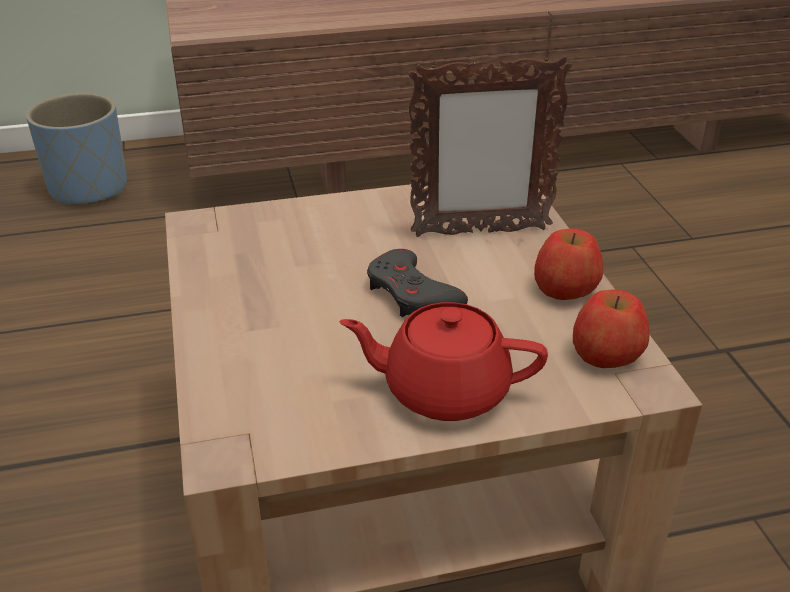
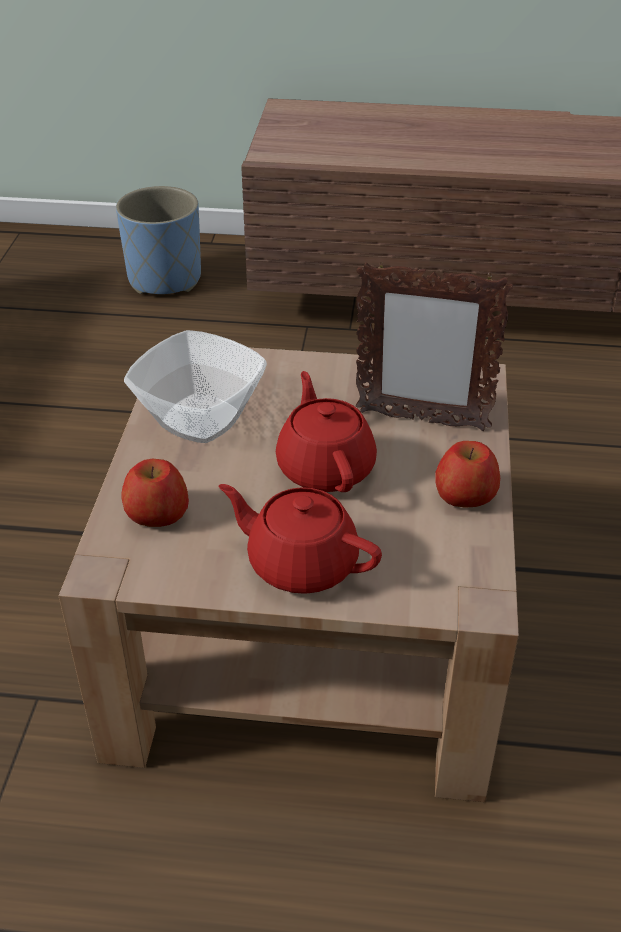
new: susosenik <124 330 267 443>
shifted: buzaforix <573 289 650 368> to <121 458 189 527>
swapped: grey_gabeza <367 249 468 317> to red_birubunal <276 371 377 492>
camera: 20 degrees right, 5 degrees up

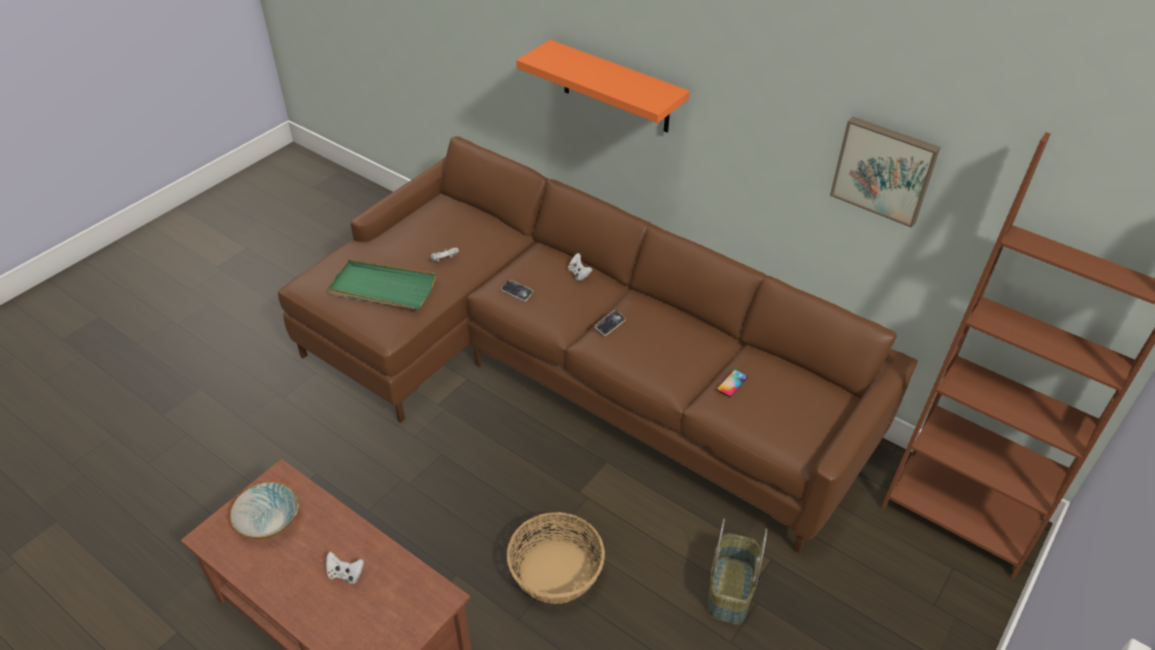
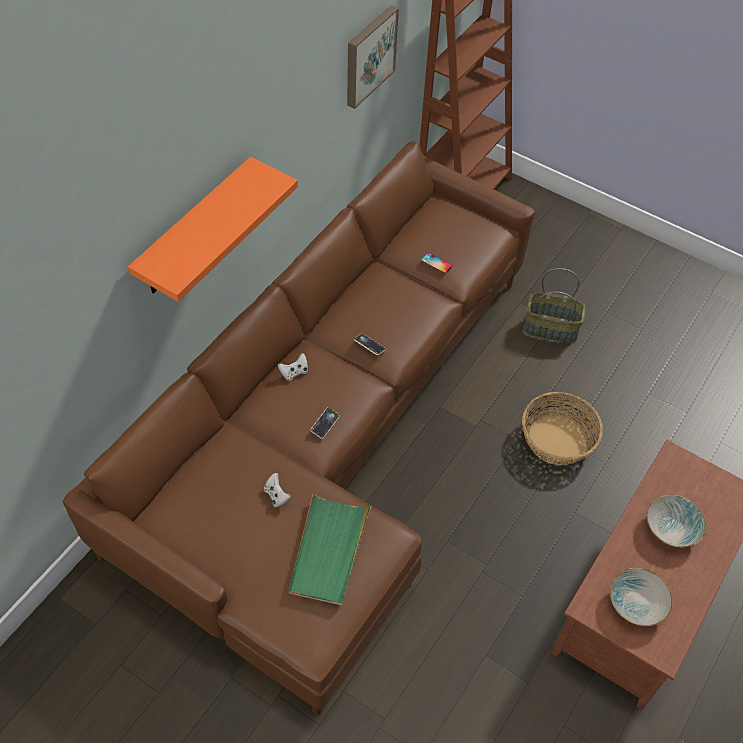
swapped: white_gabeza <326 552 364 584> to susosenik <647 494 706 548>
camera: 95 degrees left, 10 degrees up

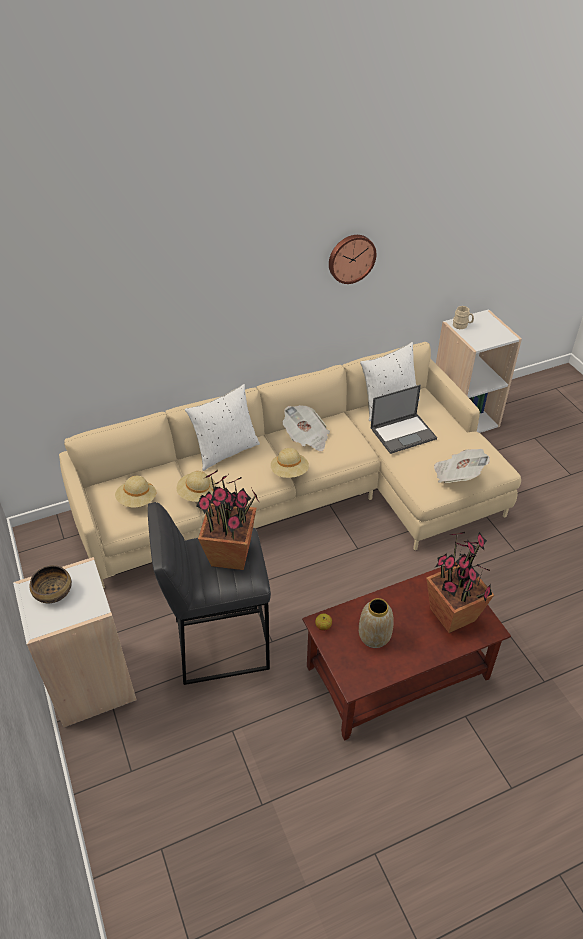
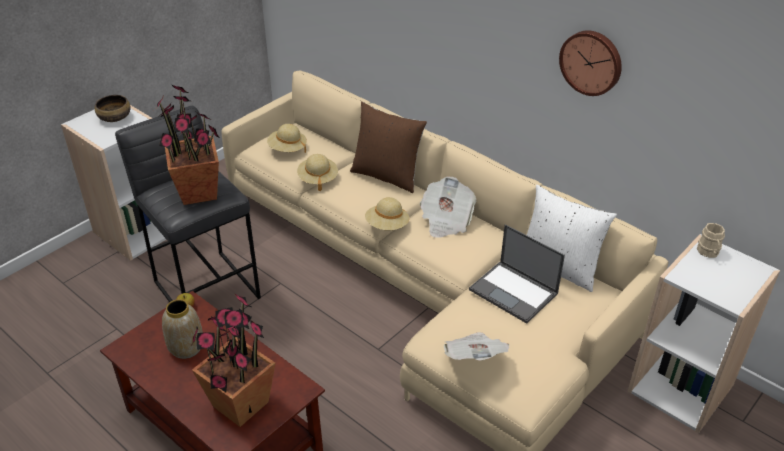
repainted: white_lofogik <185 384 260 471> to brown_lofogik <350 102 427 193>
camera: 65 degrees right, 5 degrees down

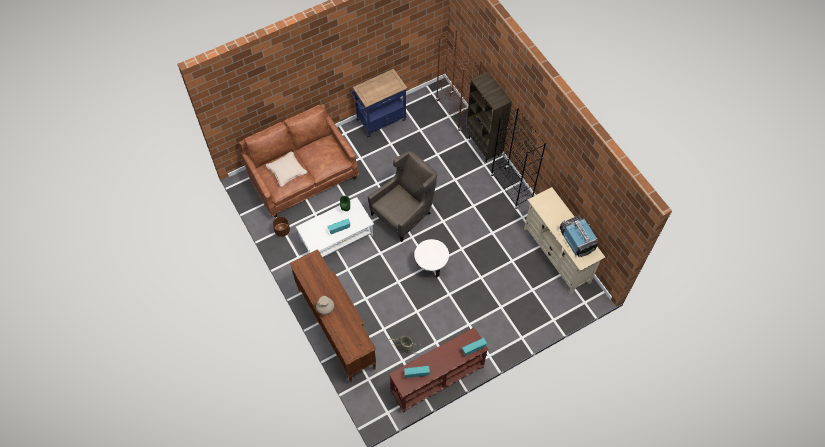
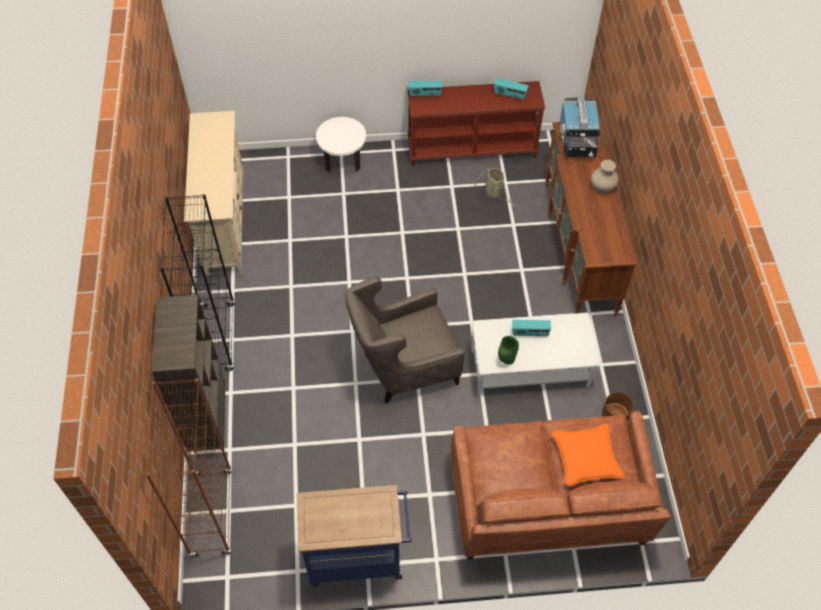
shifted: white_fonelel <414 239 449 278> to <316 117 366 173>; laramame <560 216 598 257> to <560 98 601 158>
repainted: beige_lofogik <266 152 307 187> to orange_lofogik <552 424 624 486>
camera: 155 degrees left, 5 degrees down

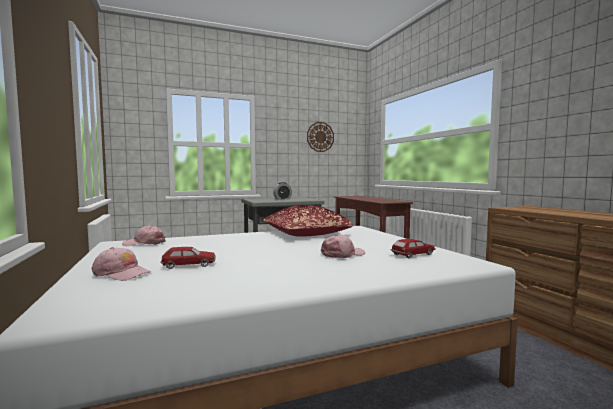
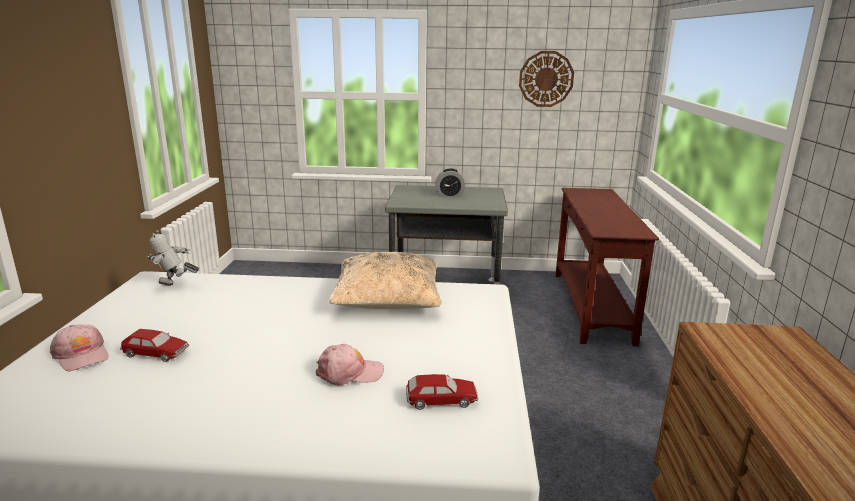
swapped: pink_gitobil <122 225 166 246> to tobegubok <147 230 199 286>
repainted: red_lofogik <263 205 353 237> to beige_lofogik <328 251 442 309>
camera: 25 degrees right, 15 degrees up

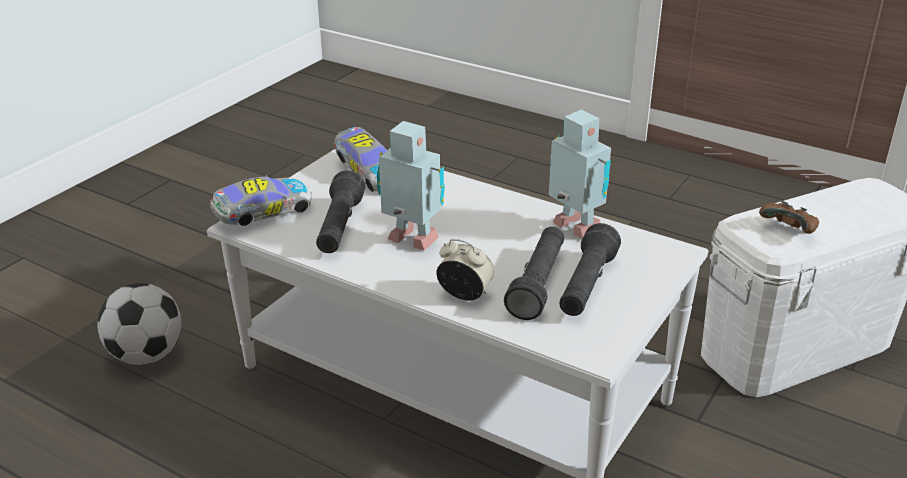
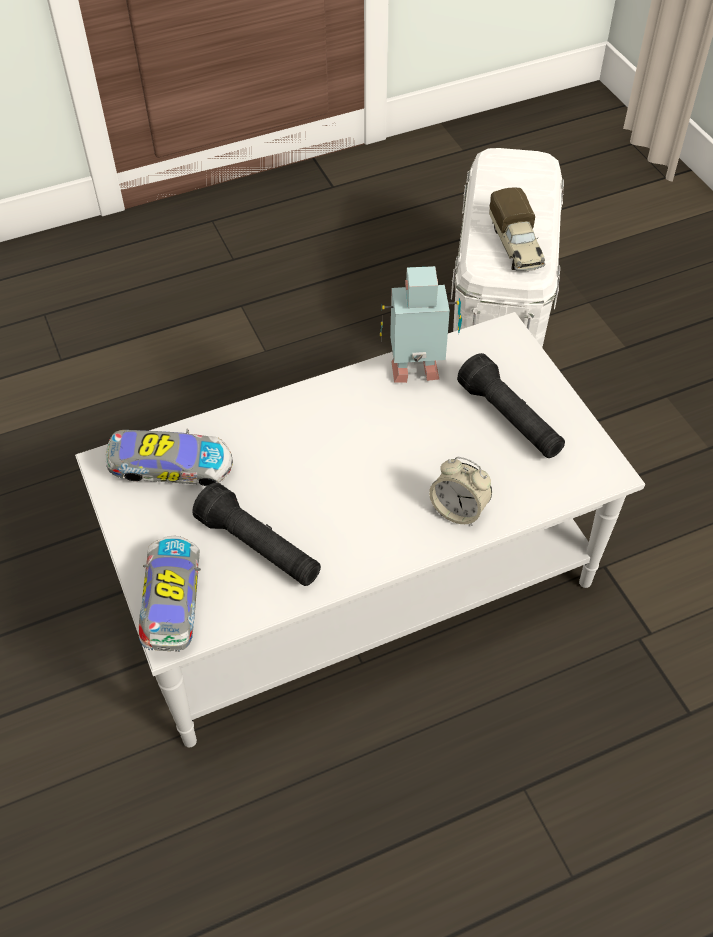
gone: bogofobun <97 283 182 365>; tobegubok <377 121 445 250>; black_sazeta <504 227 564 320>
swapped: brown_gabeza <759 201 819 234> to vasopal <489 188 545 271>
rotated: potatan <437 239 494 300> = <429 457 492 526> 120 degrees counterclockwise
camera: 55 degrees left, 20 degrees up

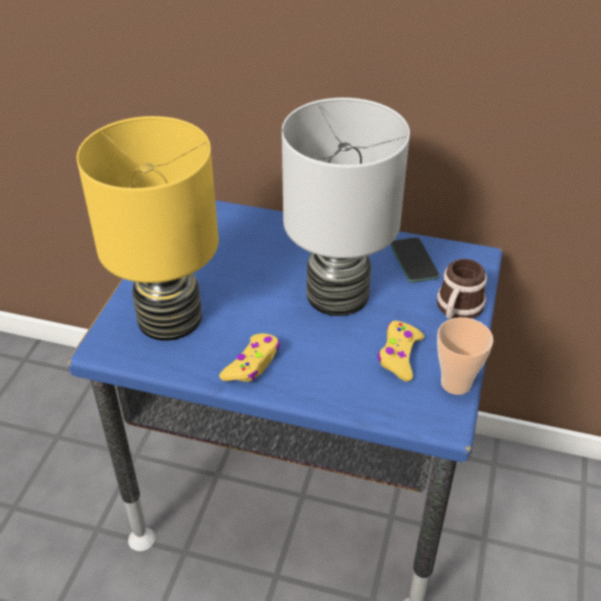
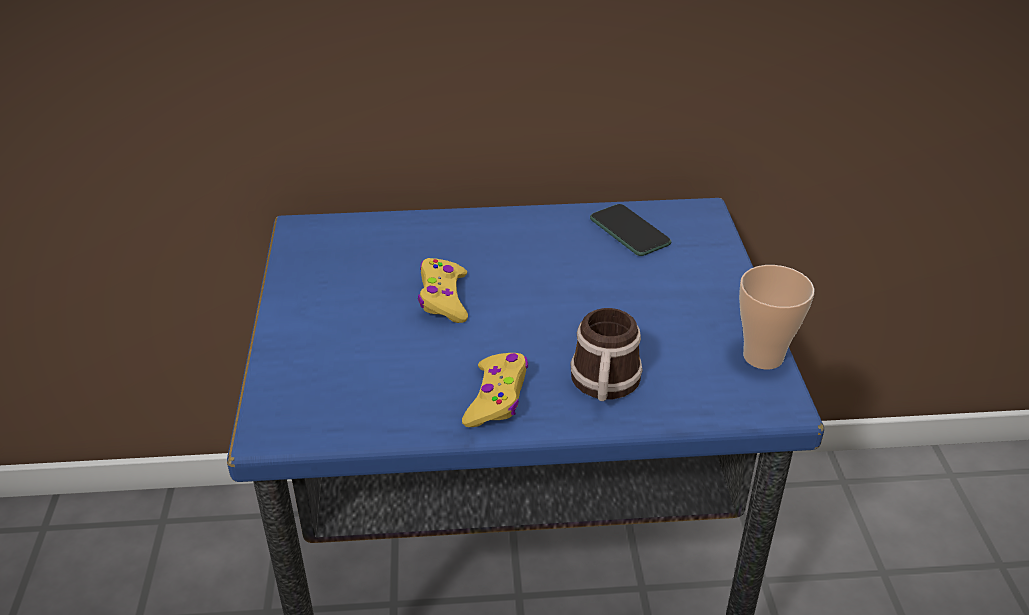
gone: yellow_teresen <77 116 219 341>; grey_teresen <282 97 410 316>
shifted: yellow_gabeza <378 321 424 382> to <418 258 468 323>; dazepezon <437 259 487 319> to <570 308 643 401>
camera: 20 degrees left, 5 degrees down

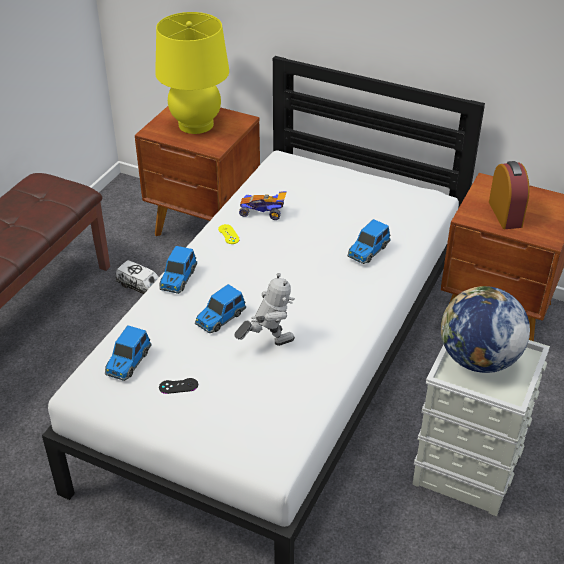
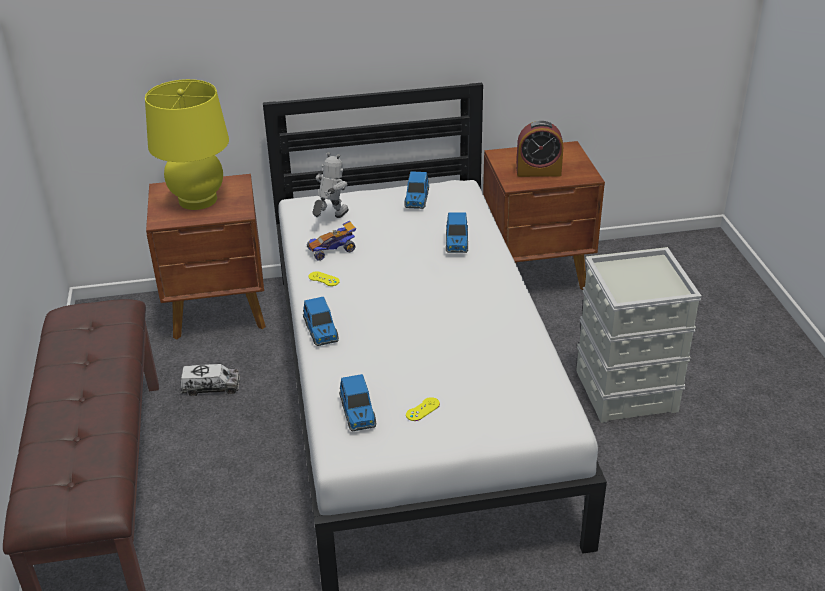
gone: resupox <441 286 530 373>
shifted: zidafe <195 284 246 333> to <404 171 429 209>; tobegubok <235 273 295 346> to <313 152 349 218>
repainted: black_gabeza <159 378 198 394> to yellow_gabeza <406 397 440 421>
rotated: potatan <489 161 530 229> = <516 121 563 177> 135 degrees clockwise
camera: 35 degrees left, 5 degrees down

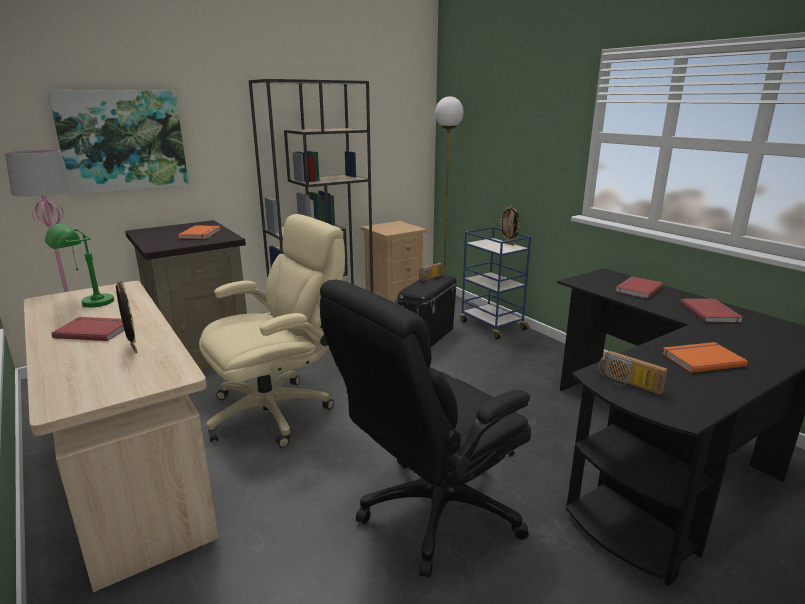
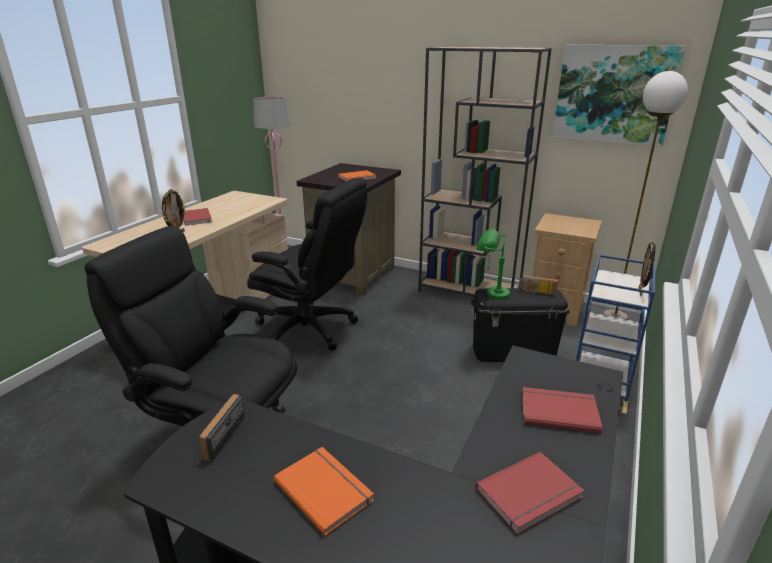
shifted: green_teresen <45 224 114 307> to <476 229 510 299>; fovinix <47 90 189 195> to <552 45 685 147>
repainted: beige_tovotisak <199 214 345 448> to black_tovotisak <247 178 367 351>
camera: 60 degrees right, 5 degrees up

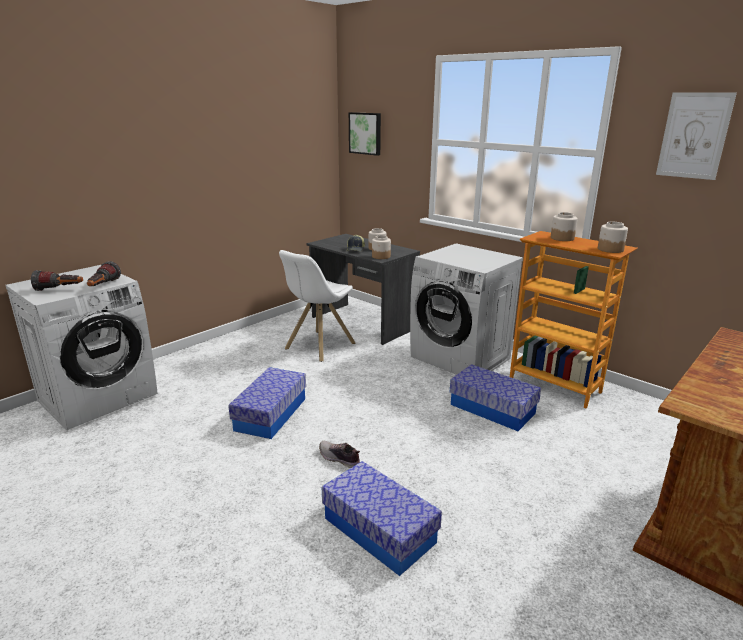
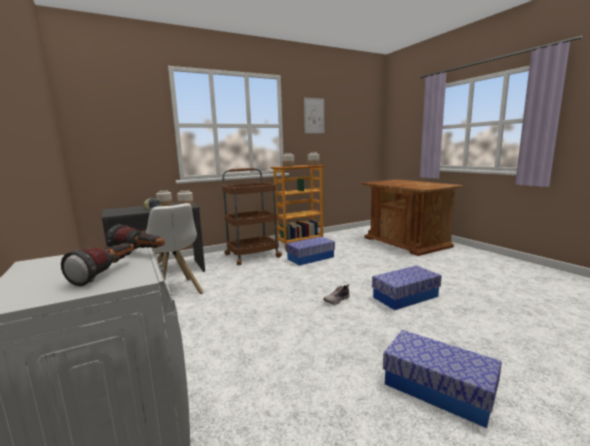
gone: fovinix <349 112 381 156>
shifted: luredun <228 367 306 439> to <383 330 502 428>
swapped: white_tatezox <410 243 523 375> to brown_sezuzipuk <222 168 282 265>
camera: 70 degrees left, 10 degrees down

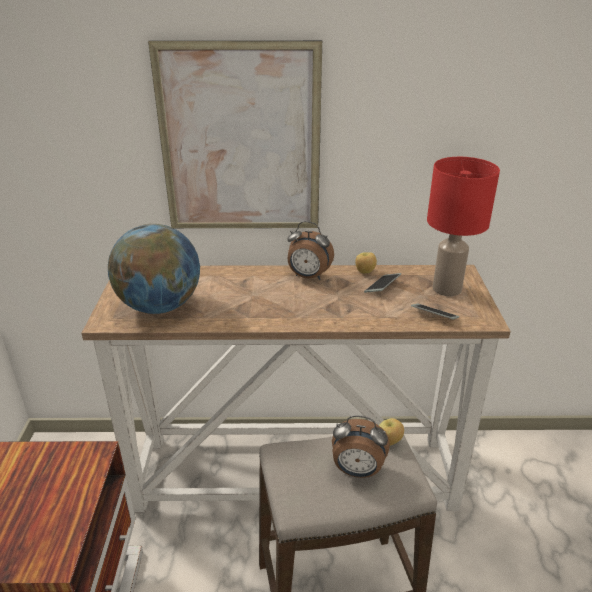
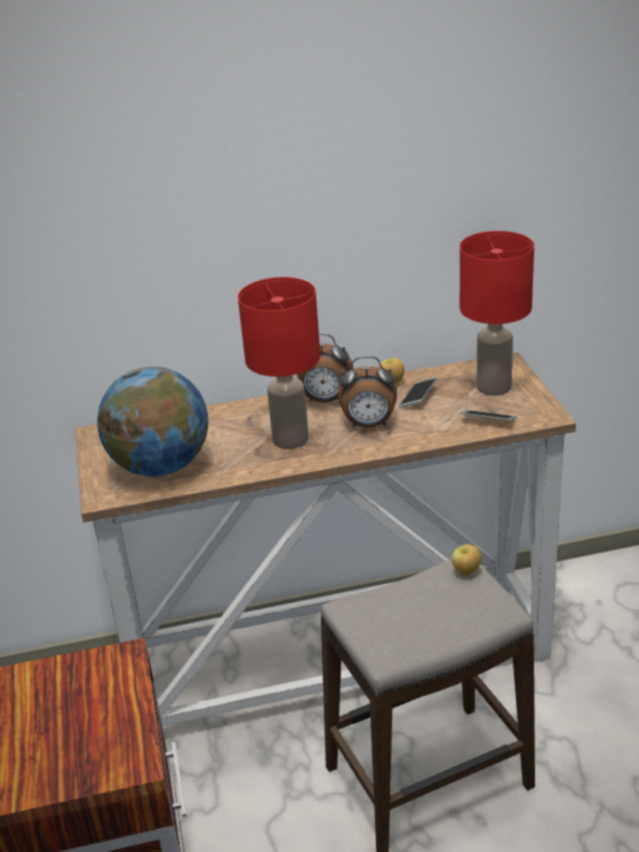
gone: fovinix <148 40 322 228>
new: red_teresen <238 277 320 449>
shifted: potatan <332 415 390 478> to <338 356 397 428>
camera: 10 degrees left, 0 degrees up

